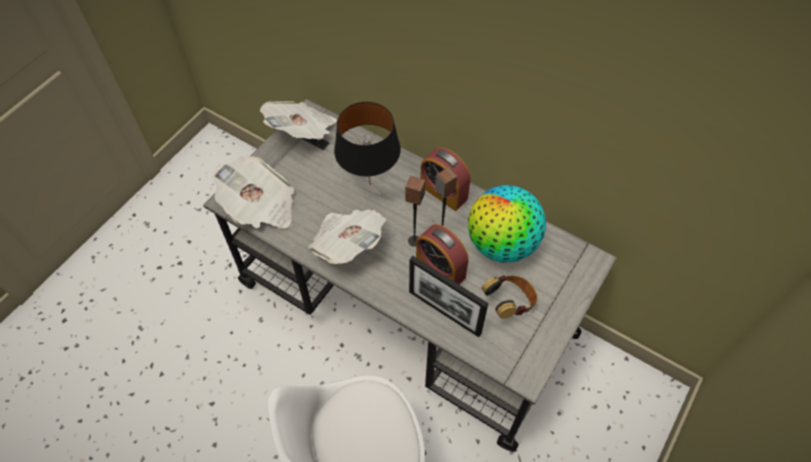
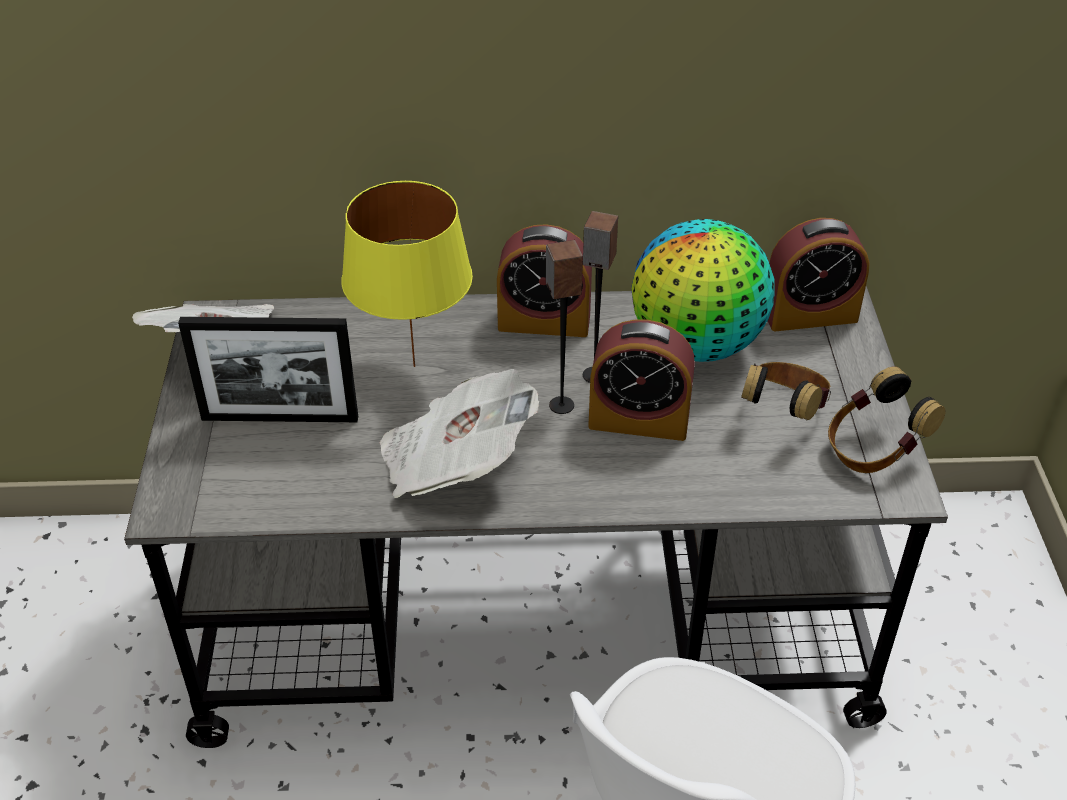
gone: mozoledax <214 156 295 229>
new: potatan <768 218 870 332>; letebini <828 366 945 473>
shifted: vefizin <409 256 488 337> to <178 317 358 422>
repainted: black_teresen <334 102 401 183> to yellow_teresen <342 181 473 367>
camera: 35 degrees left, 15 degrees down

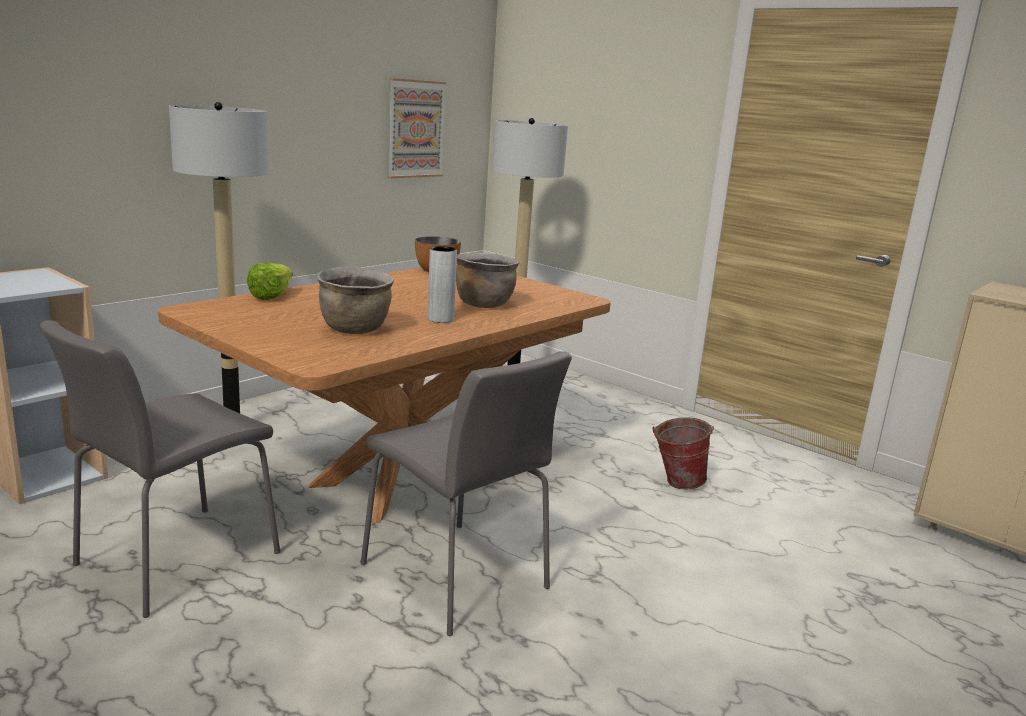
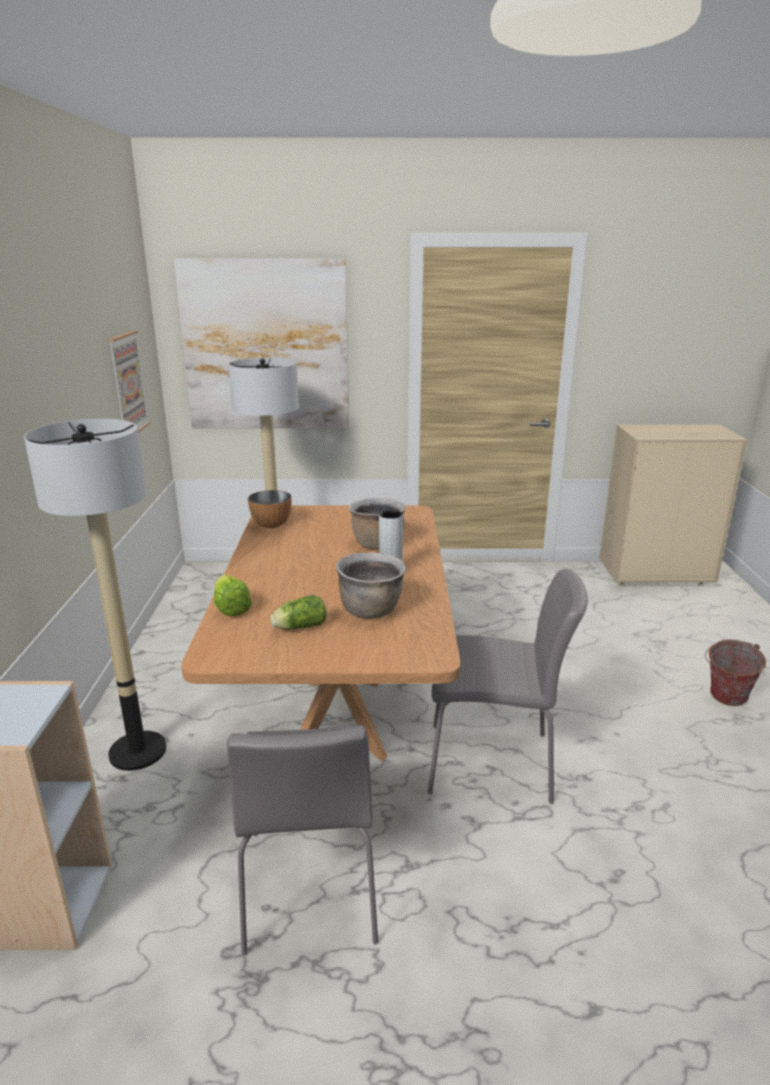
new: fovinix <174 258 349 428>; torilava <270 595 326 630>
shifted: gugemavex <652 417 714 490> to <705 639 766 706>
camera: 40 degrees left, 5 degrees up

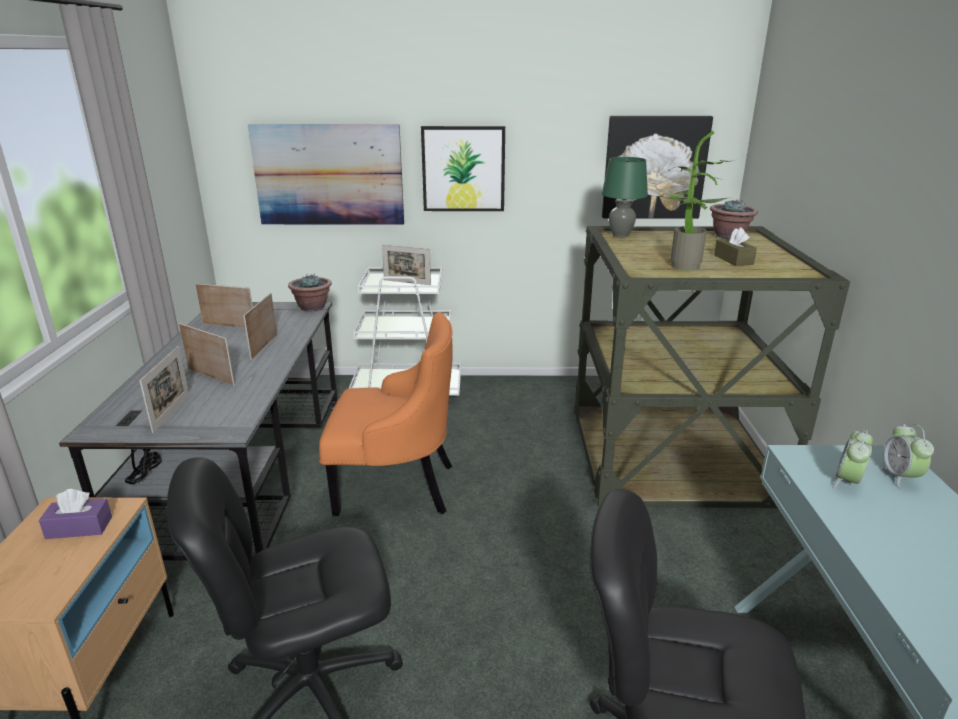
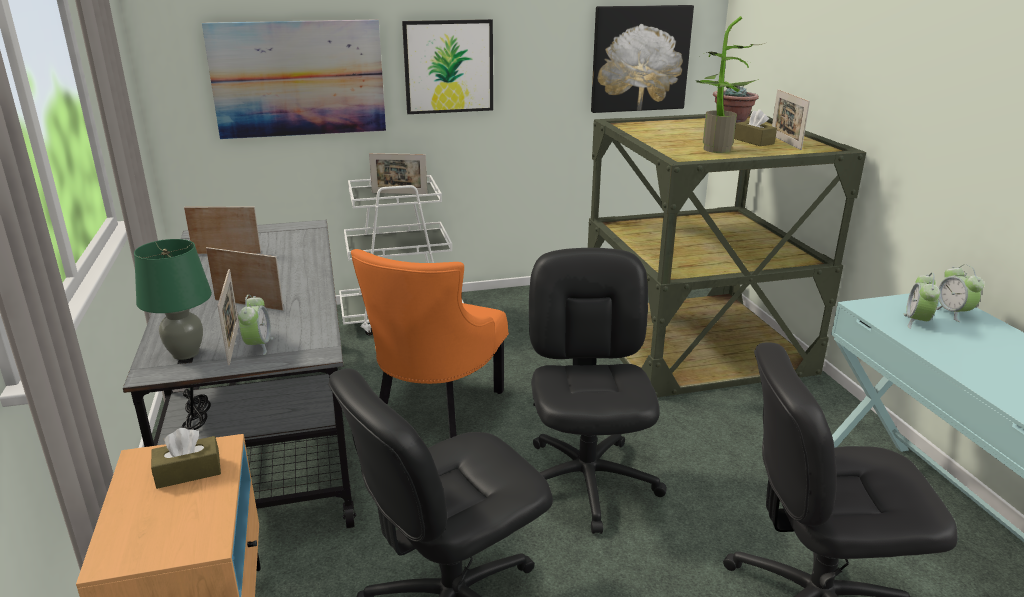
gone: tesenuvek <288 274 332 312>
new: potatan <238 295 273 355>; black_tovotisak <529 248 667 534>
shifted: vefizin <243 293 277 360> to <772 89 810 150>; green_teresen <602 157 648 237> to <134 239 212 360>
repainted: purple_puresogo <39 489 112 539> to brown_puresogo <151 428 221 489>
rotated: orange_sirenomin <319 312 453 516> = <351 249 509 438> 120 degrees clockwise
camera: 15 degrees left, 0 degrees up

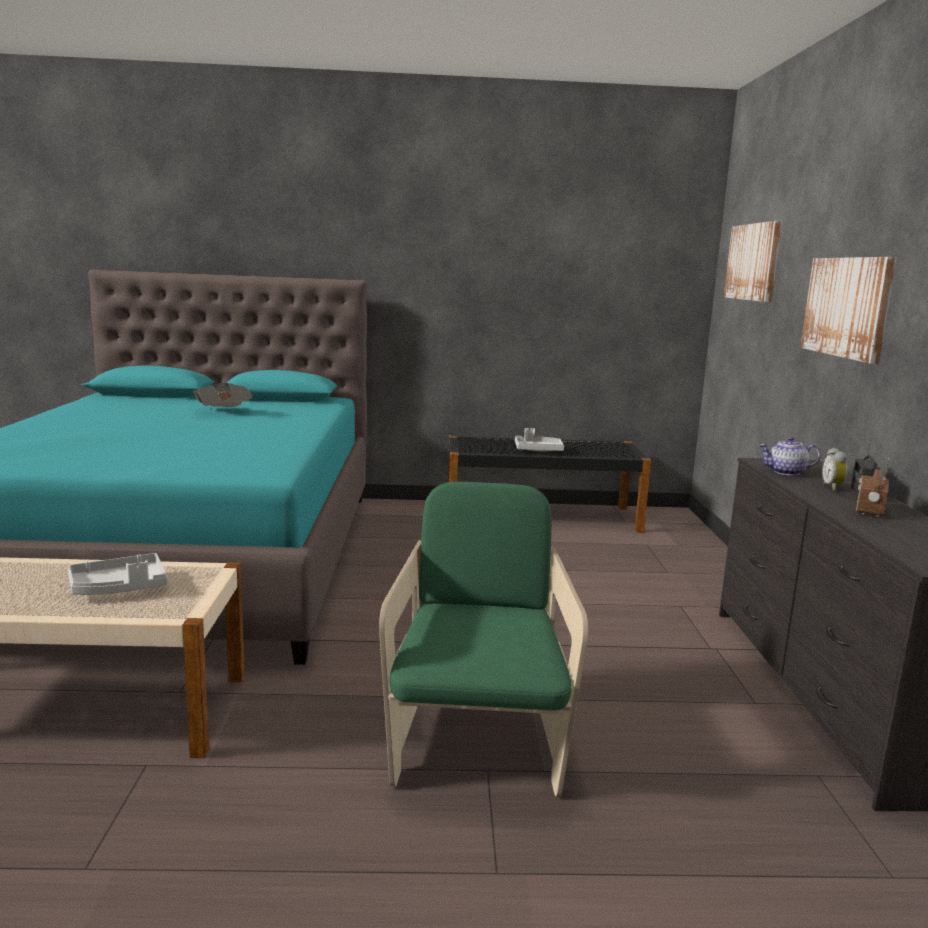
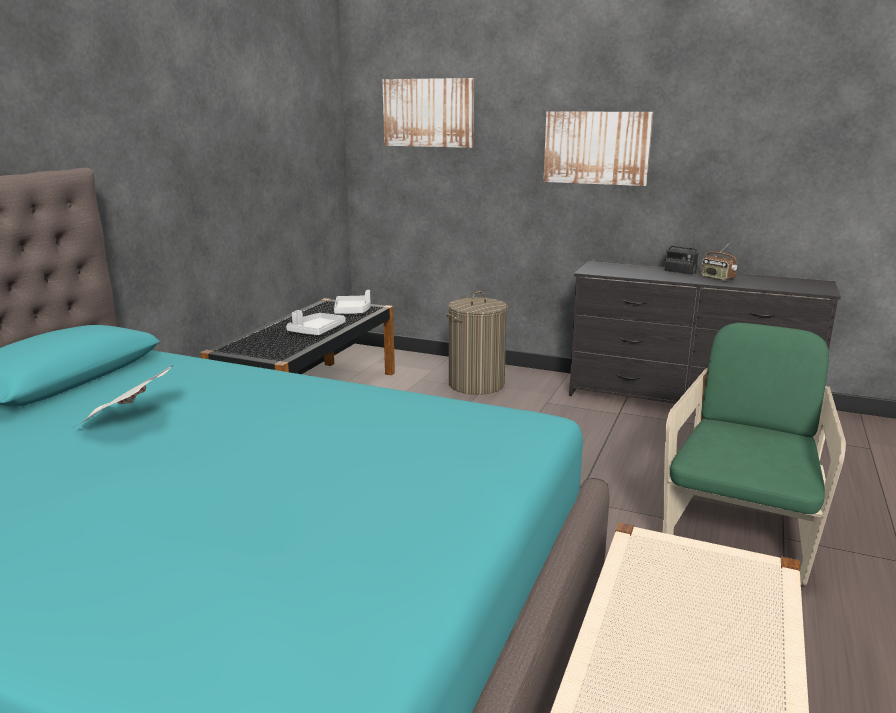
gone: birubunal <759 437 821 476>; potatan <822 448 848 491>
new: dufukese <447 291 508 395>
shifted: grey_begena <68 553 168 595> to <334 290 371 314>
rotated: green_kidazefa <379 482 588 797> = <663 323 846 586> 90 degrees clockwise
camera: 65 degrees left, 5 degrees up

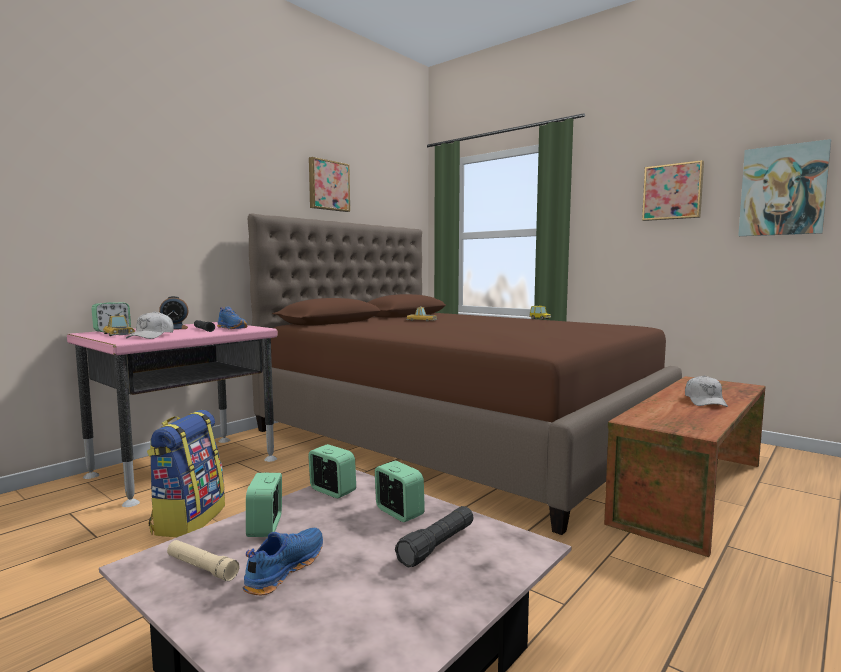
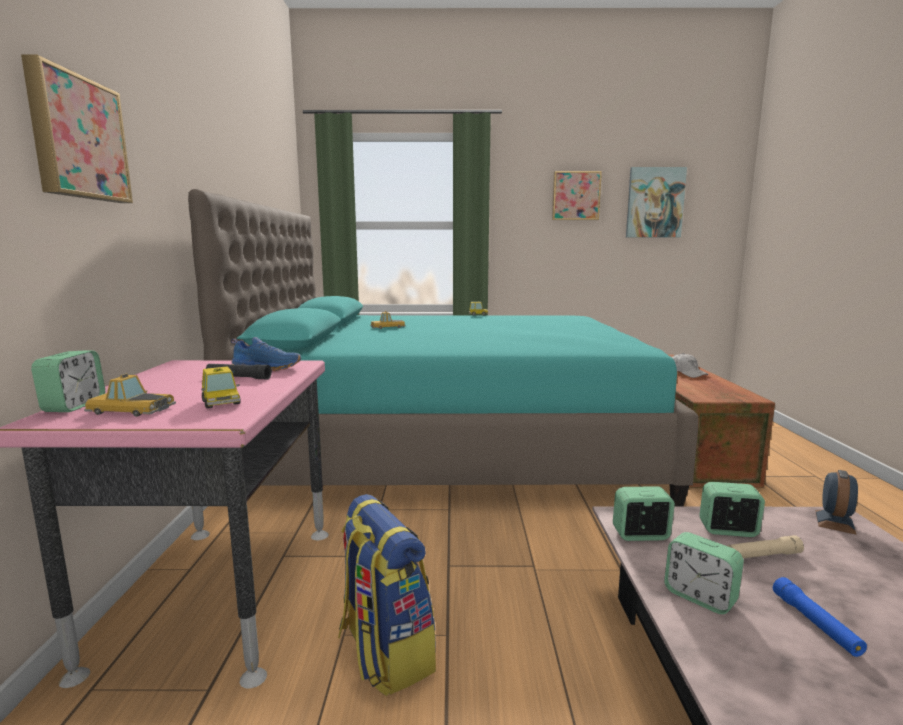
gone: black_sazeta <395 506 473 567>
shifted: potatan <159 296 189 330> to <815 470 858 534>; beige_sazeta <167 540 239 581> to <727 535 804 558>; fovinix <309 157 350 212> to <21 55 133 203>
swapped: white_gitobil <126 311 174 339> to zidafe <201 366 241 408>; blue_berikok <243 528 323 595> to blue_sazeta <773 577 867 657>
repainted: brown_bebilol <248 214 682 535> to turquoise_bebilol <188 189 699 507>
camera: 40 degrees left, 5 degrees up

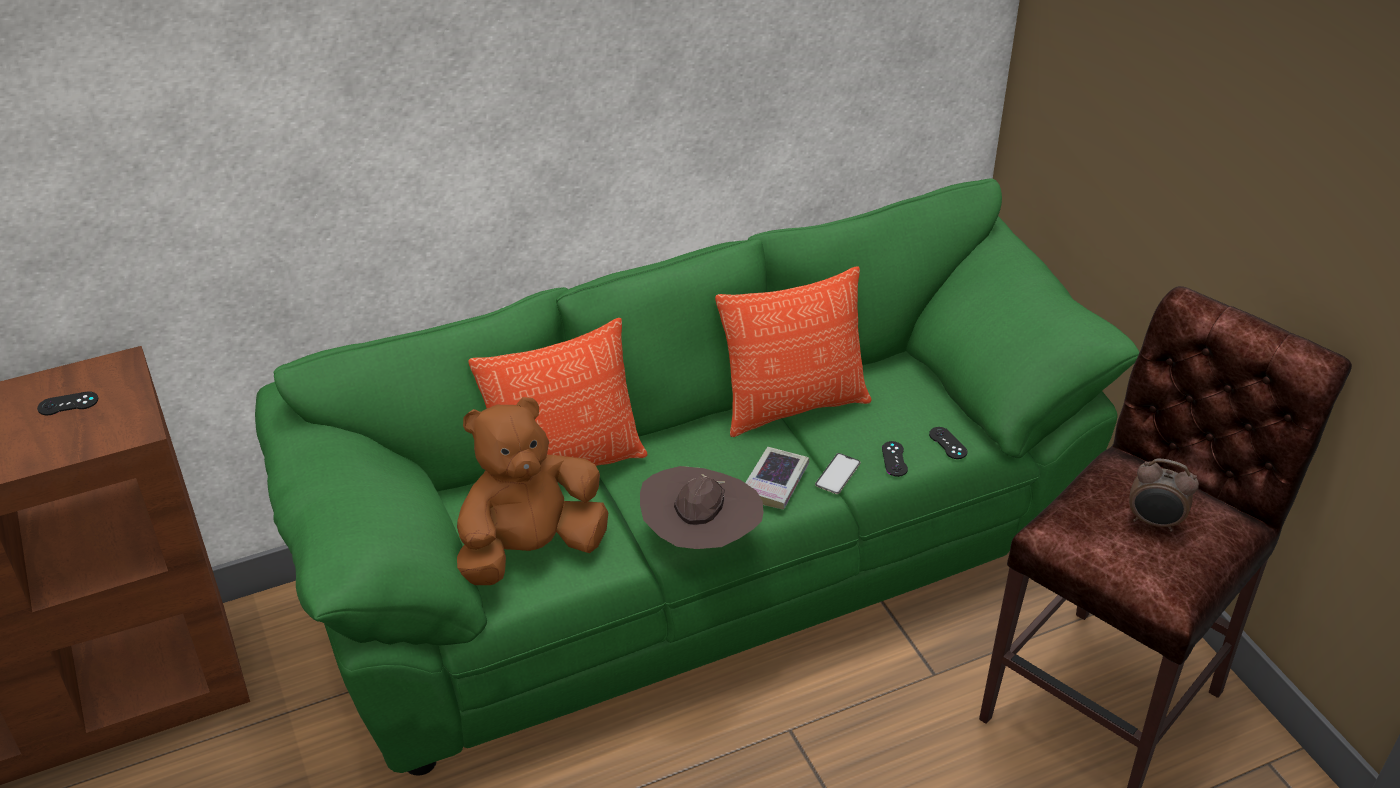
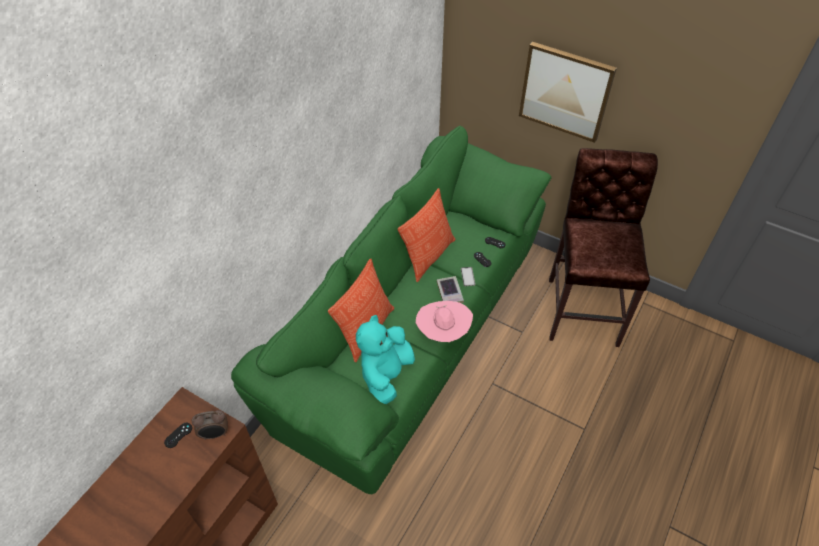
new: fovinix <519 42 617 143>
shifted: potatan <1129 458 1199 532> to <192 410 228 440>
repainted: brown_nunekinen <457 397 608 585> to turquoise_nunekinen <356 315 415 404>; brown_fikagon <640 466 764 549> to pink_fikagon <416 301 473 342>
camera: 35 degrees left, 10 degrees up

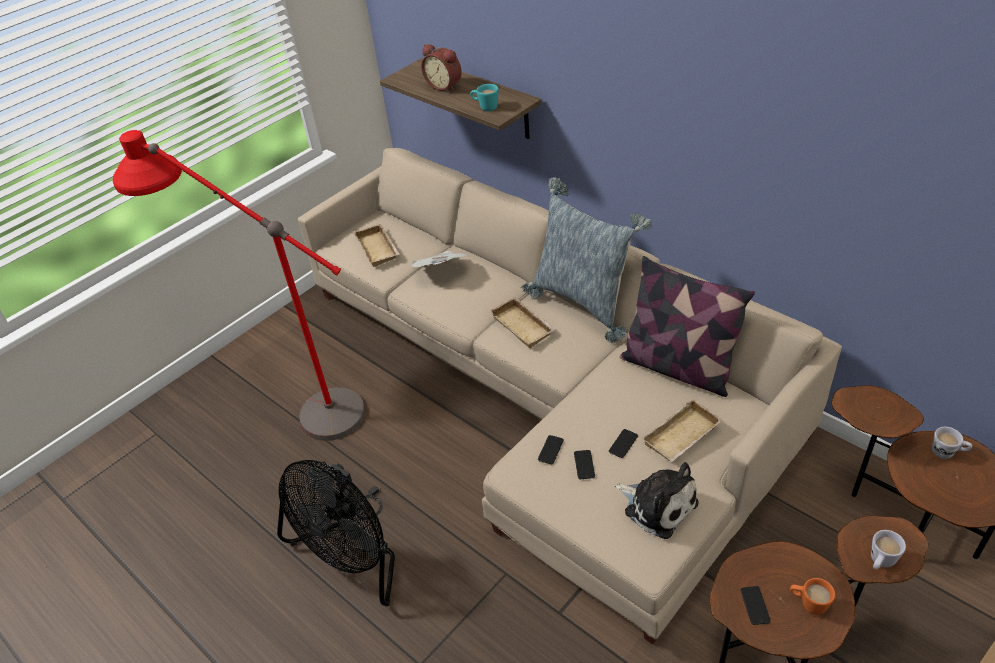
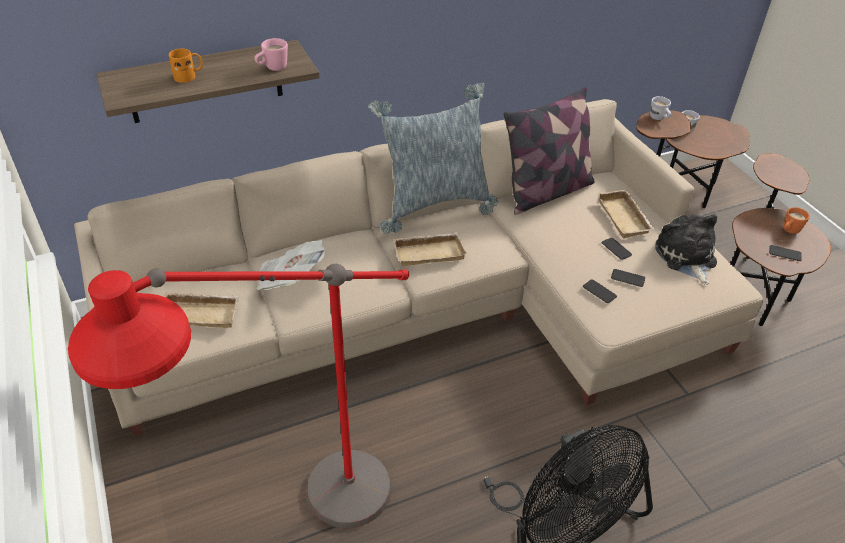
shifted: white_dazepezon <871 530 906 570> to <650 96 671 120>
swapped: potatan <421 44 462 91> to orange_dazepezon <169 49 203 83>
repainted: turquoise_dazepezon <470 84 499 111> to pink_dazepezon <255 38 288 71>
rotated: nunekinen <614 462 699 539> = <655 214 717 285> 75 degrees counterclockwise
camera: 70 degrees left, 0 degrees up

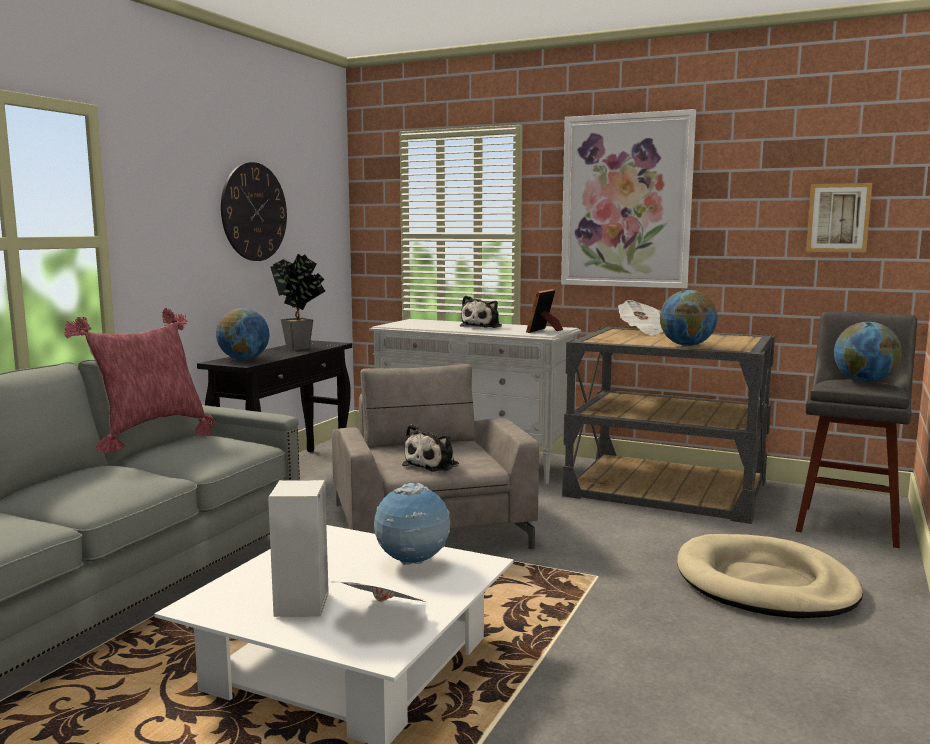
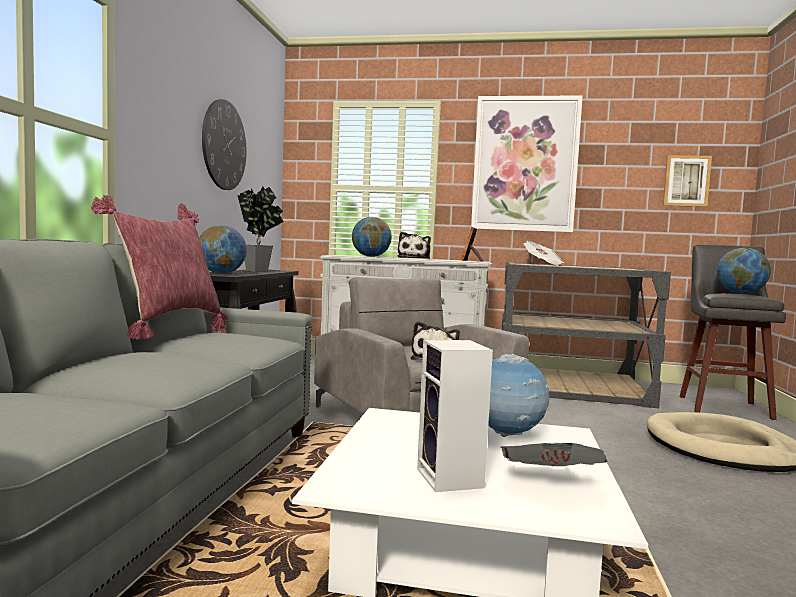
shifted: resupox <660 290 718 346> to <352 217 392 257>
camera: 15 degrees left, 5 degrees down

